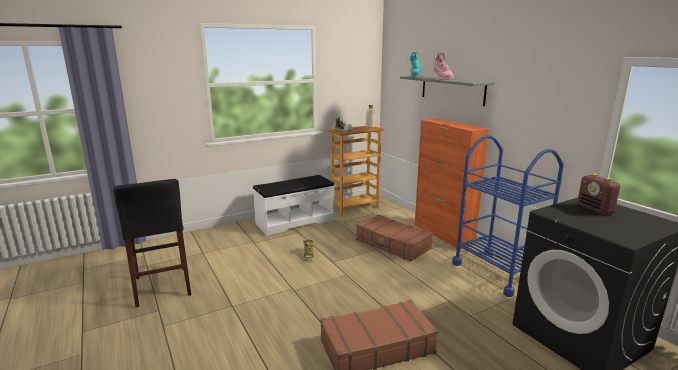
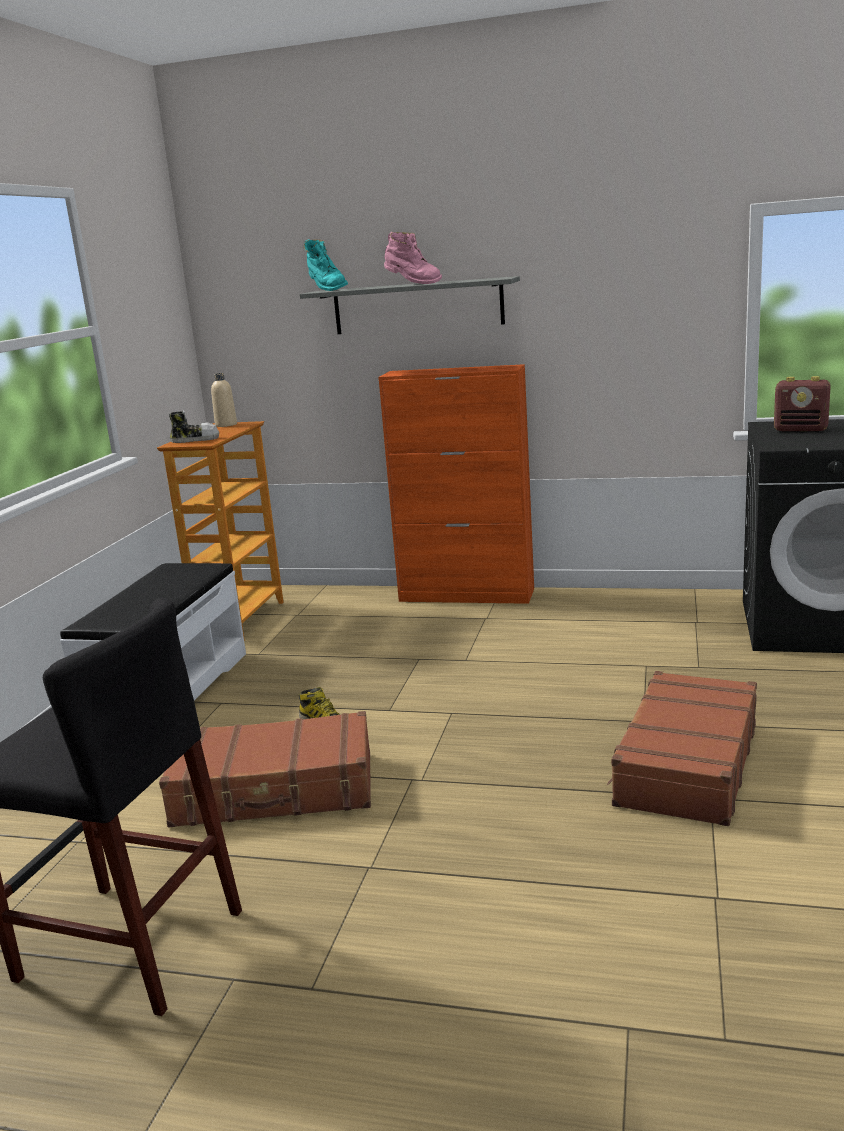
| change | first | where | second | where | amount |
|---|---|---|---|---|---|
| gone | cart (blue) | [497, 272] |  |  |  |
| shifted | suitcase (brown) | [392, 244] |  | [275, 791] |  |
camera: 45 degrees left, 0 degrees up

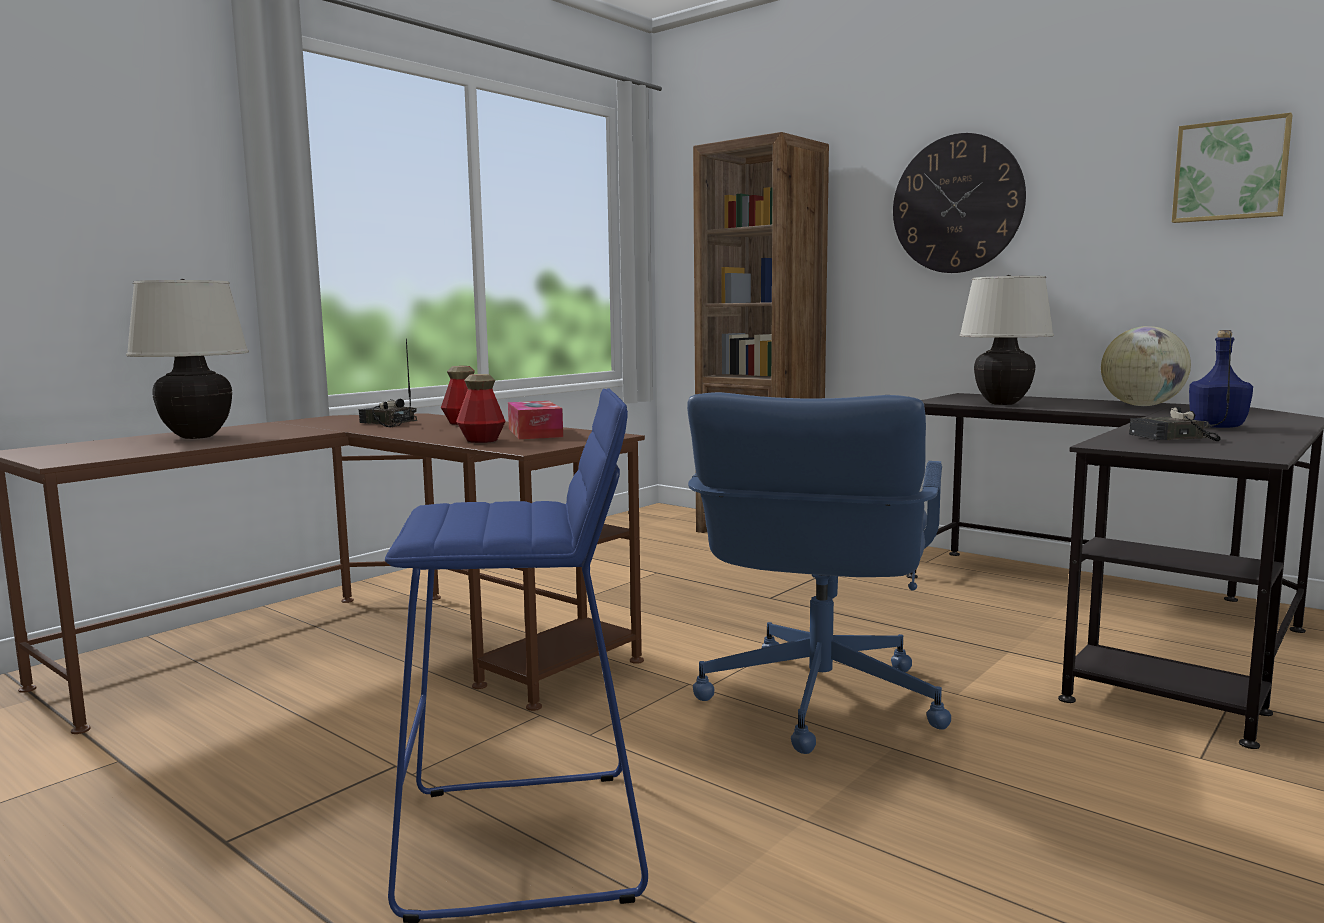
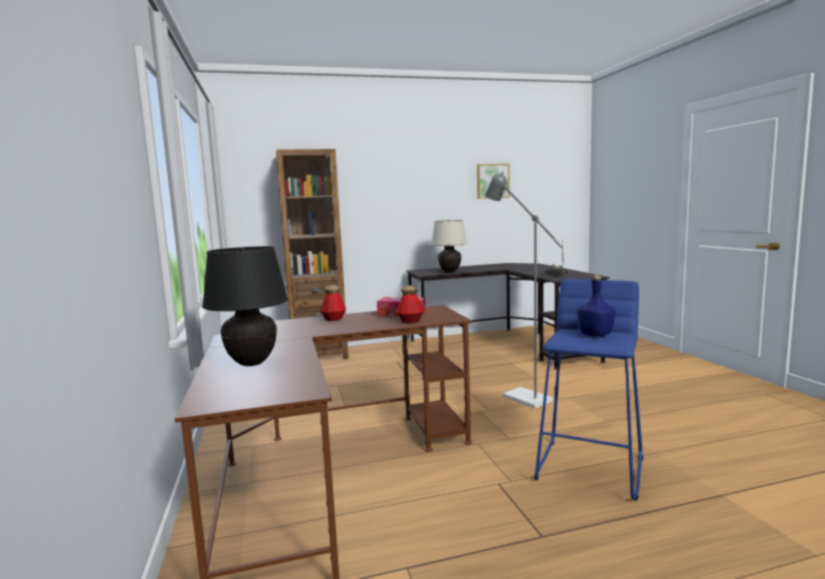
| change | first | where | second | where | amount |
|---|---|---|---|---|---|
| gone | radio | [387, 423] |  |  |  |
| gone | wall clock | [957, 204] |  |  |  |
| gone | globe | [1142, 405] |  |  |  |
| shifted | bottle (blue) | [1216, 427] |  | [595, 334] |  |
| swapped | office chair (blue) | [817, 700] | floor lamp (grey) | [520, 396] |  |
| repainted | table lamp (beige) | [198, 437] | table lamp (black) | [252, 363] |  |
camera: 55 degrees left, 0 degrees up

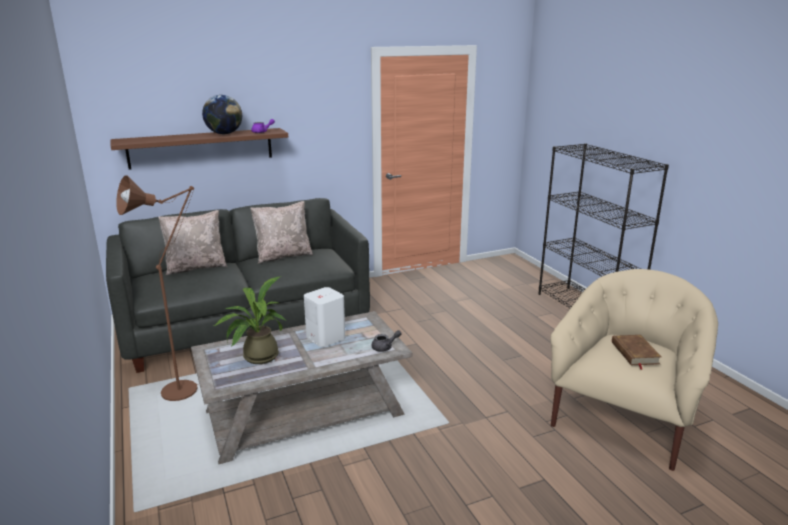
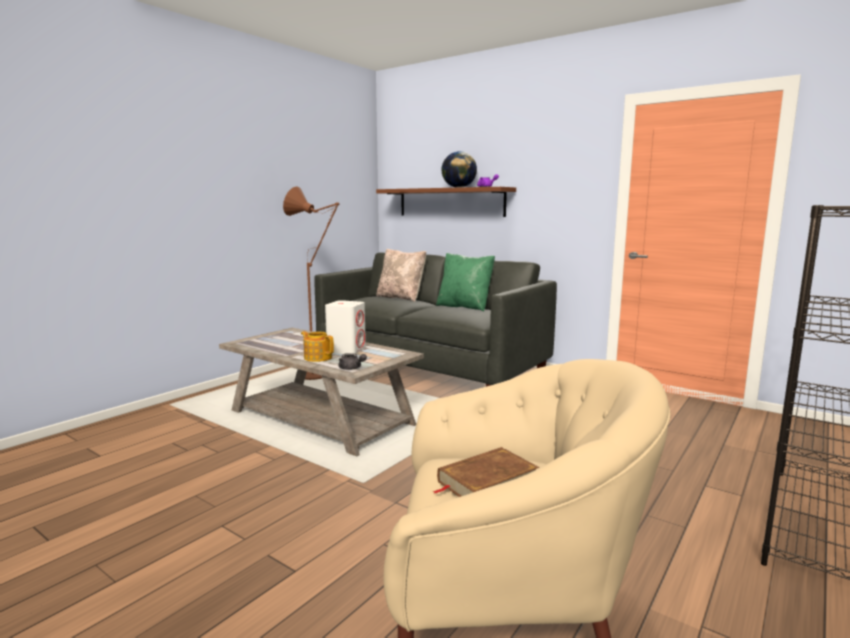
| change | first | where | second | where | amount |
|---|---|---|---|---|---|
| gone | potted plant | [256, 357] |  |  |  |
| new |  |  | teapot | [318, 357] |  |
| repainted | pillow (beige) | [283, 256] | pillow (green) | [464, 307] |  |
camera: 60 degrees right, 10 degrees down

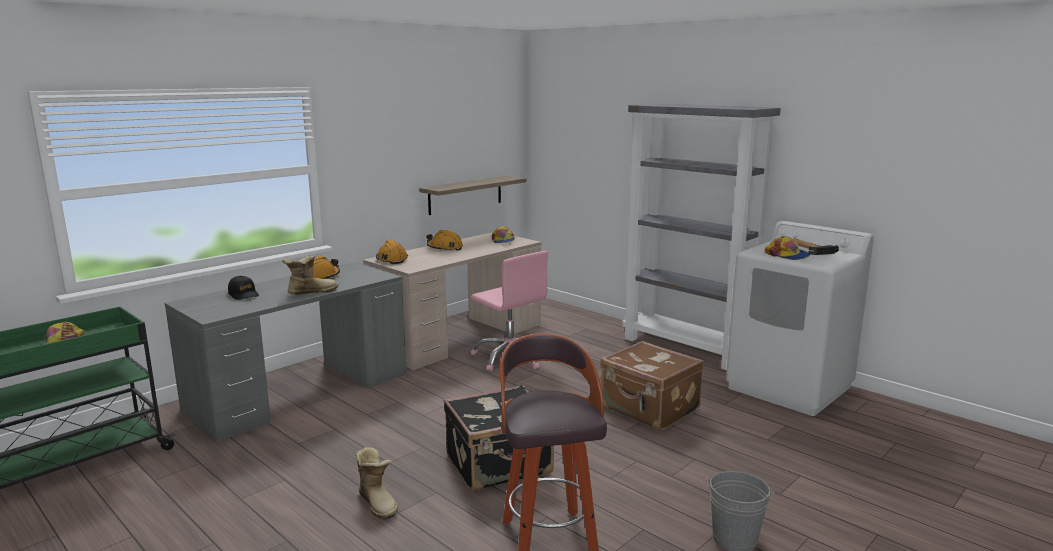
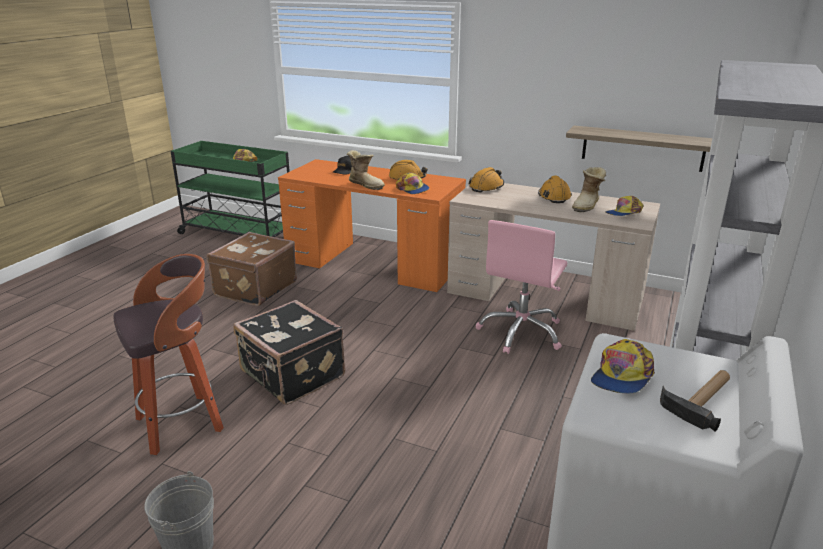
| change | first | where | second | where | amount |
|---|---|---|---|---|---|
| new |  |  | cap | [412, 189] |  |
| shifted | boot | [378, 502] |  | [587, 206] |  |
| shifted | suitcase (brown) | [649, 409] |  | [254, 288] |  |
| repainted | desk (grey) | [301, 391] | desk (orange) | [374, 263] |  |
camera: 70 degrees right, 10 degrees up

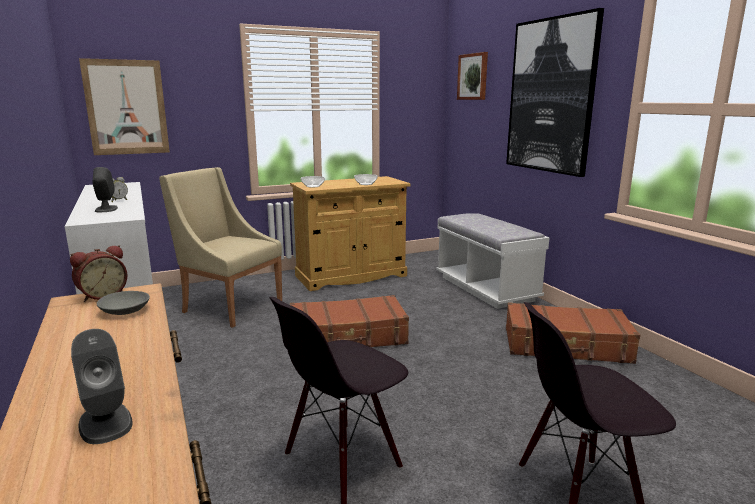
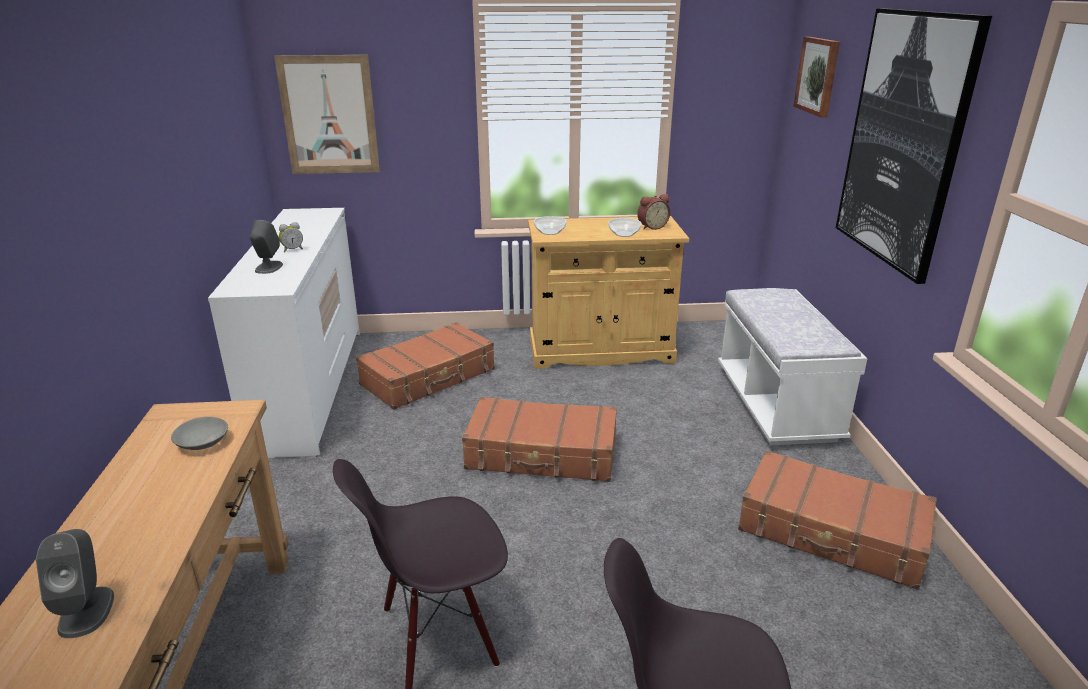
| change | first | where | second | where | amount |
|---|---|---|---|---|---|
| shifted | alarm clock | [102, 295] |  | [651, 227] |  |
| swapped | armchair (beige) | [229, 306] | suitcase (brown) | [429, 377] |  |
camera: 20 degrees right, 10 degrees up

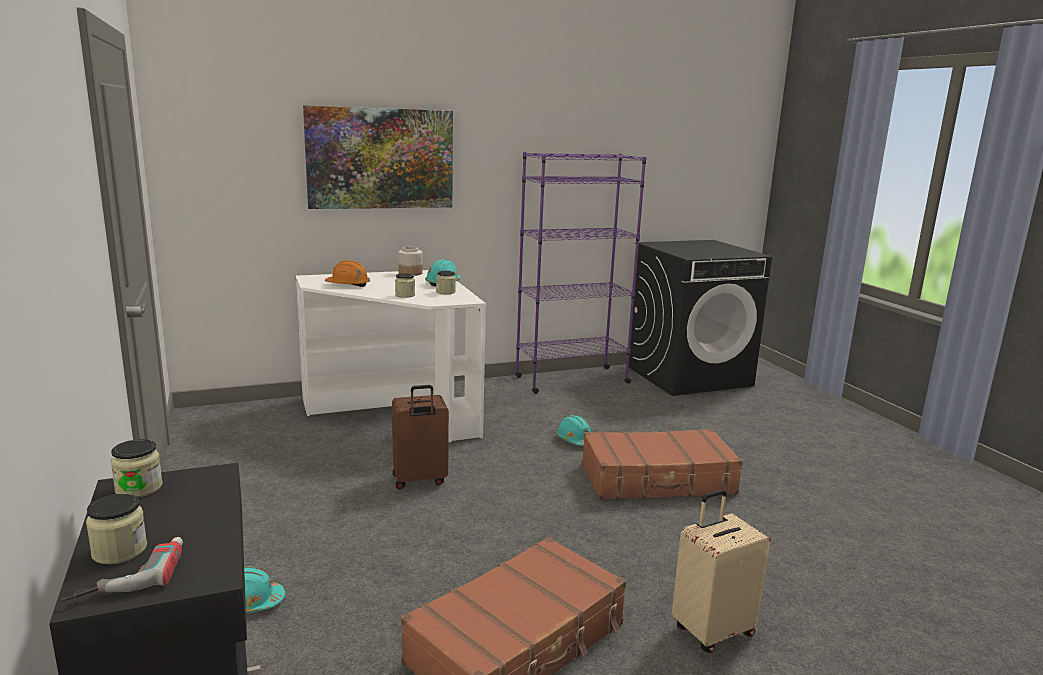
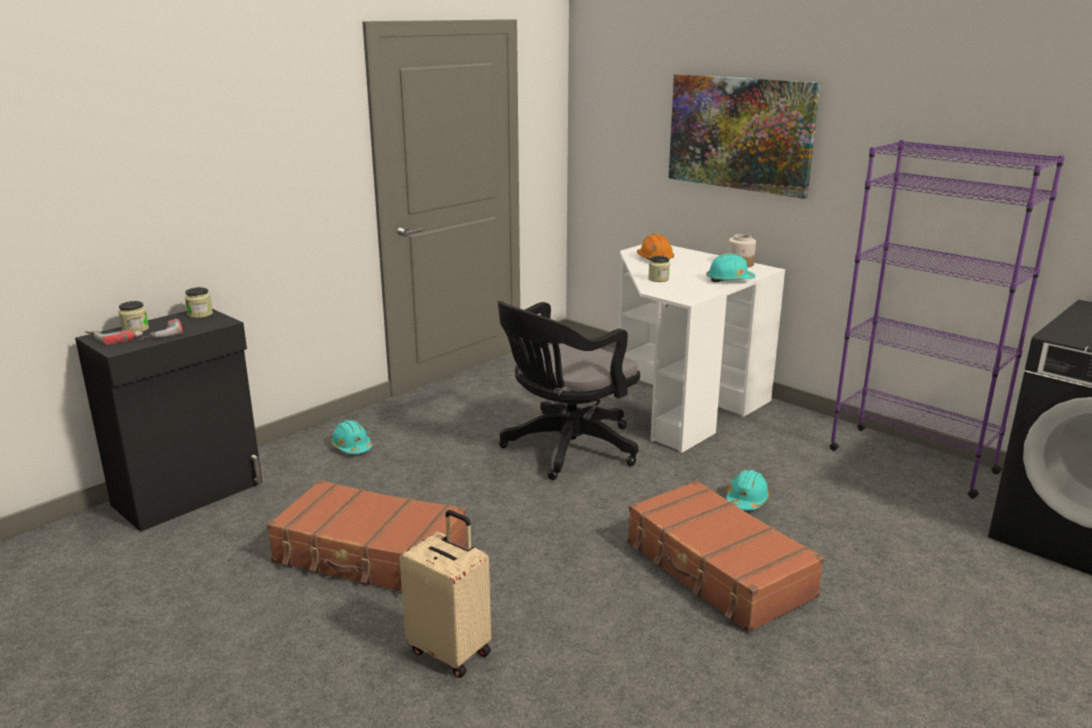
| change | first | where | second | where | amount |
|---|---|---|---|---|---|
| gone | jar | [445, 292] |  |  |  |
| new |  |  | power drill | [159, 333] |  |
| swapped | suitcase (brown) | [419, 480] | office chair (black) | [565, 449] |  |
camera: 65 degrees right, 5 degrees up

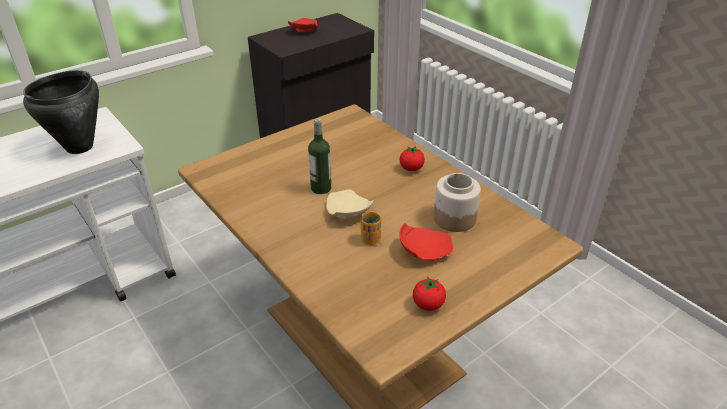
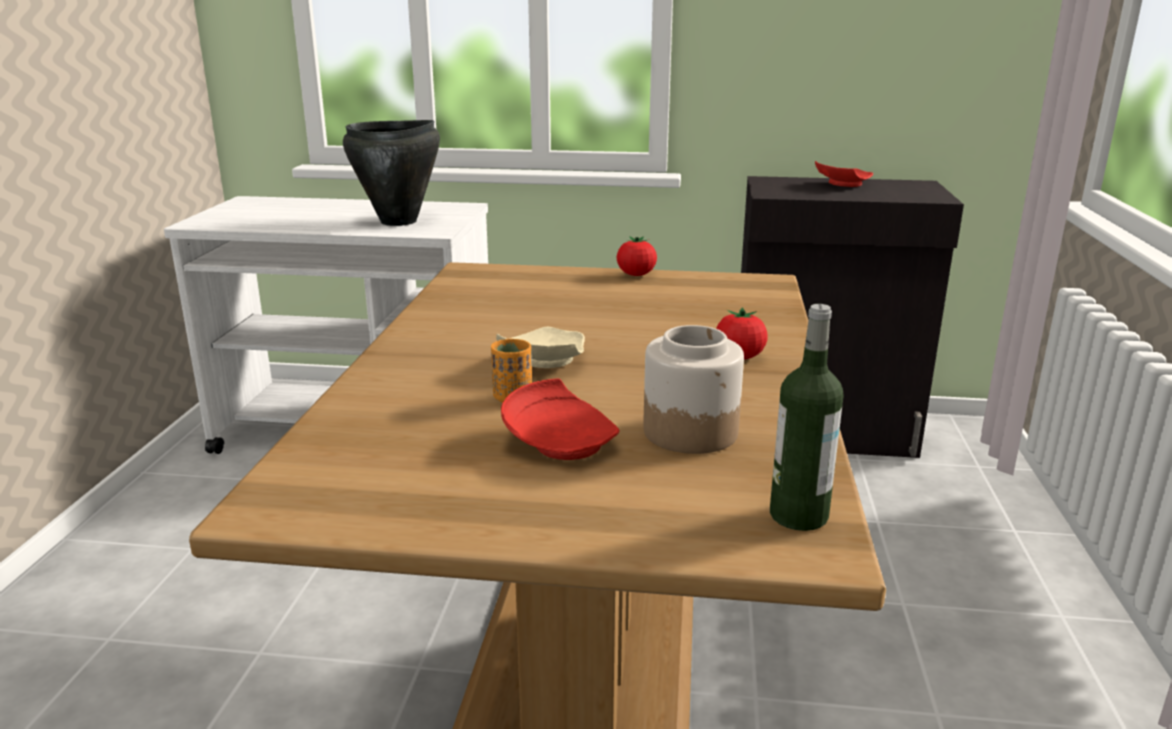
| change | first | where | second | where | amount |
|---|---|---|---|---|---|
| shifted | bottle | [321, 188] |  | [798, 515] |  |
| shifted | tomato | [428, 305] |  | [636, 275] |  |
camera: 45 degrees right, 15 degrees down

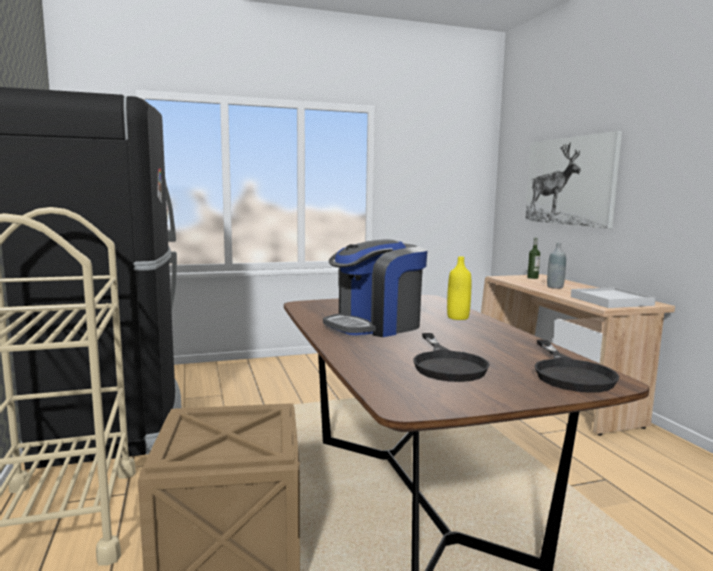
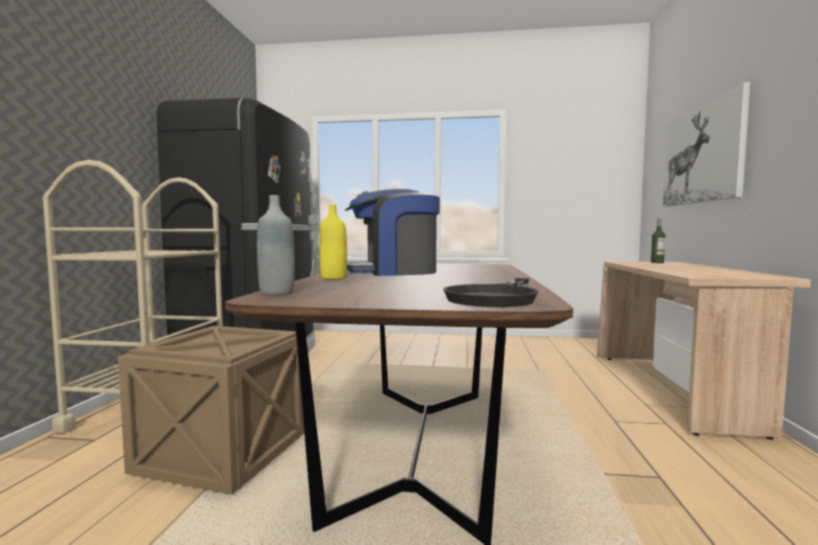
| change | first | where | second | where | amount |
|---|---|---|---|---|---|
| gone | frying pan (black) | [447, 364] |  |  |  |
| gone | tray (white) | [610, 301] |  |  |  |
| shifted | bottle (yellow) | [458, 317] |  | [333, 278] |  |
| shifted | bottle (grey) | [555, 287] |  | [276, 292] |  |
camera: 25 degrees right, 5 degrees down

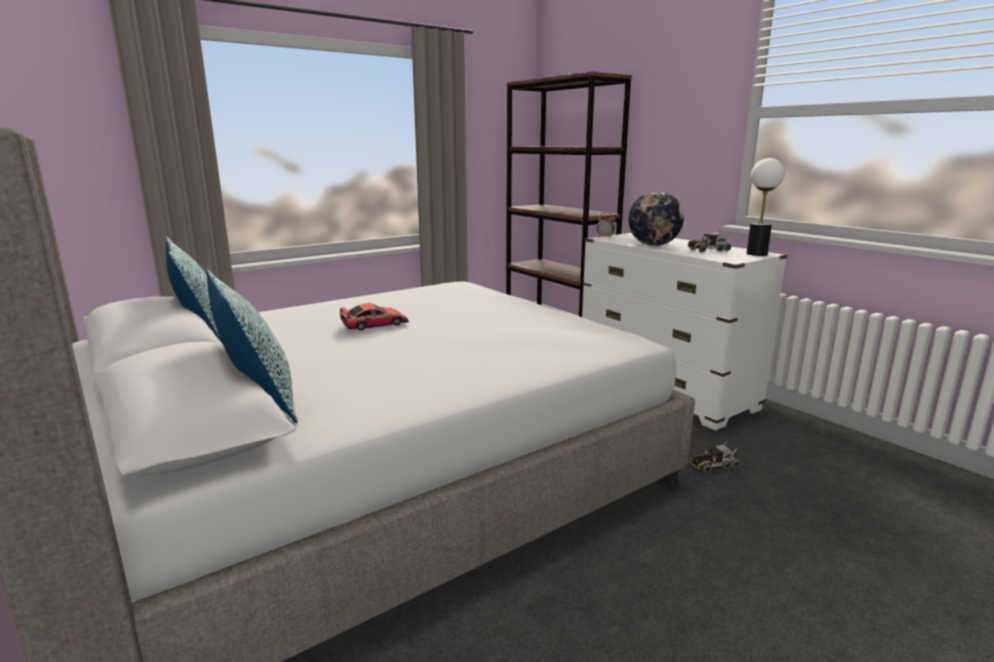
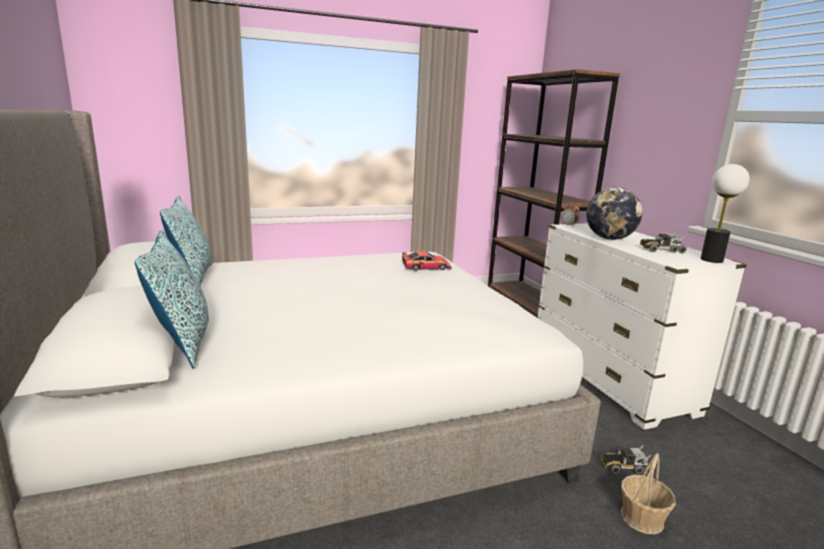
| change | first | where | second | where | amount |
|---|---|---|---|---|---|
| new |  |  | basket | [642, 518] |  |
| shifted | toy car | [375, 324] |  | [426, 267] |  |
camera: 15 degrees right, 0 degrees up

